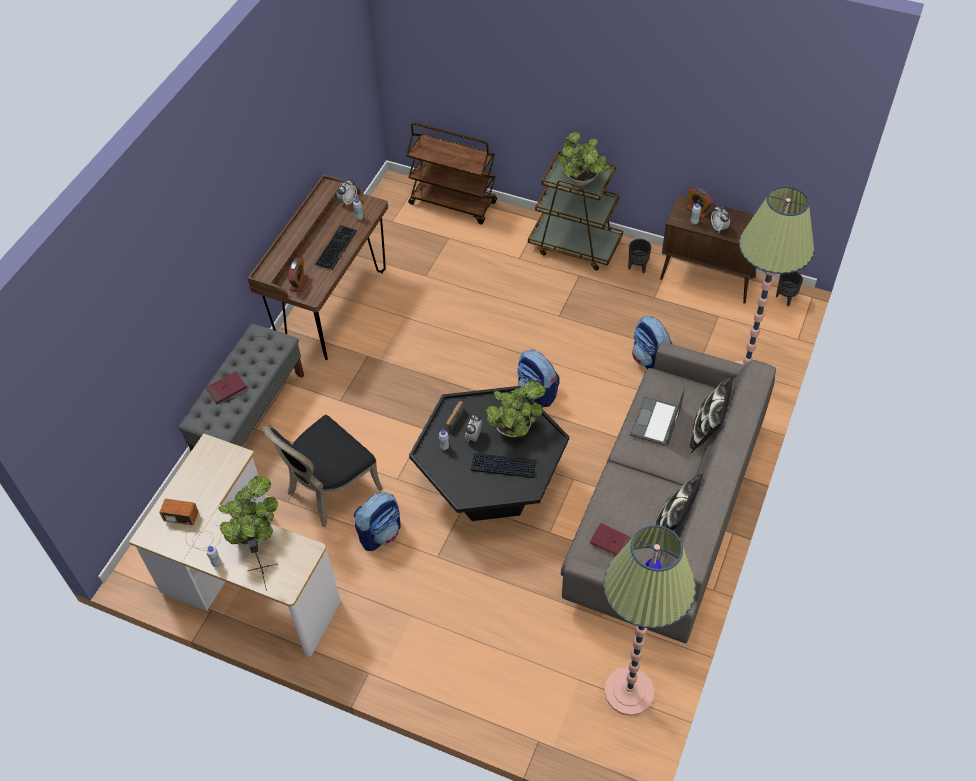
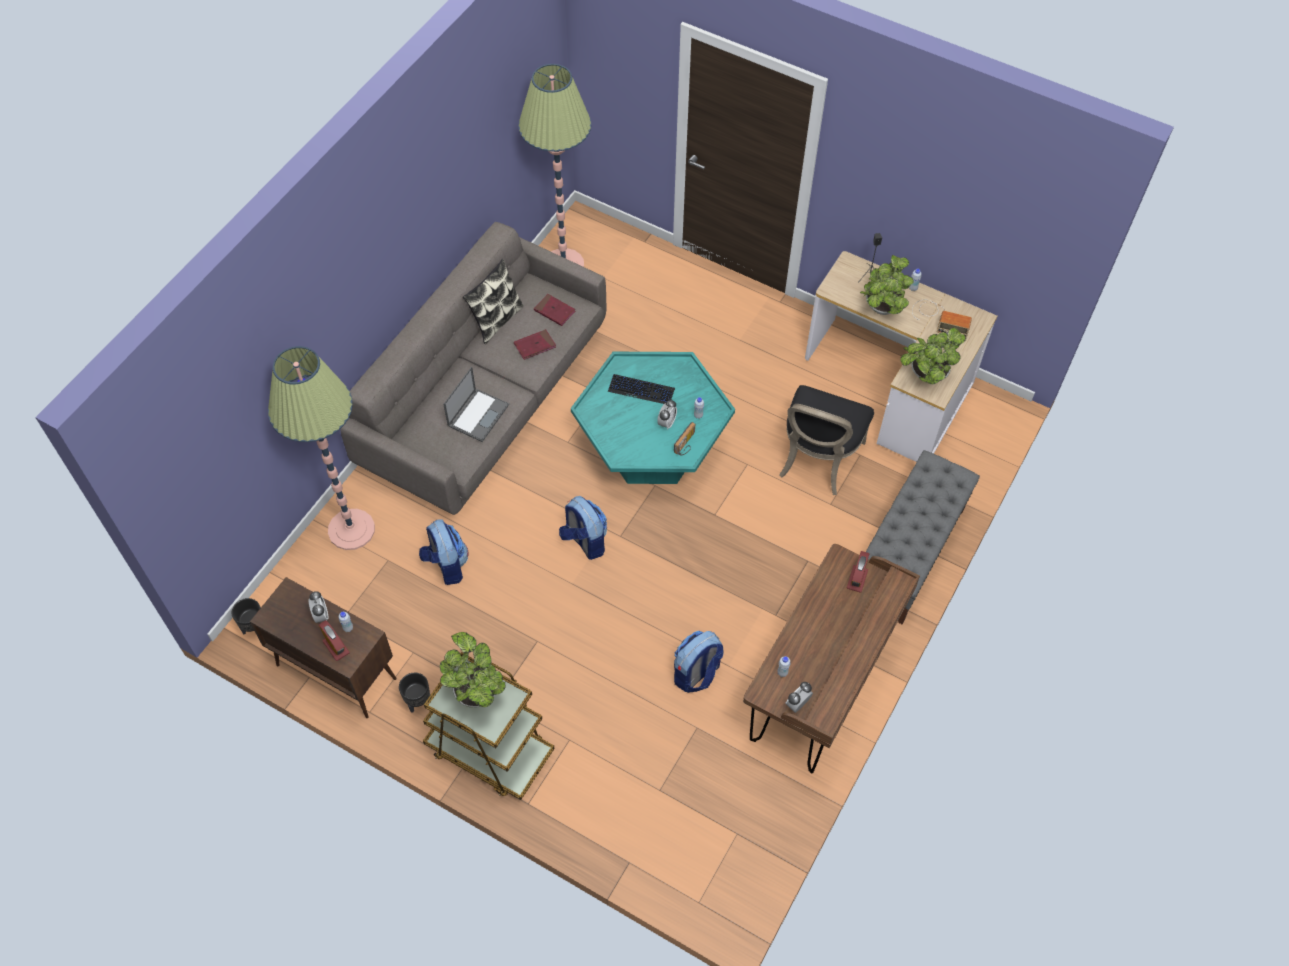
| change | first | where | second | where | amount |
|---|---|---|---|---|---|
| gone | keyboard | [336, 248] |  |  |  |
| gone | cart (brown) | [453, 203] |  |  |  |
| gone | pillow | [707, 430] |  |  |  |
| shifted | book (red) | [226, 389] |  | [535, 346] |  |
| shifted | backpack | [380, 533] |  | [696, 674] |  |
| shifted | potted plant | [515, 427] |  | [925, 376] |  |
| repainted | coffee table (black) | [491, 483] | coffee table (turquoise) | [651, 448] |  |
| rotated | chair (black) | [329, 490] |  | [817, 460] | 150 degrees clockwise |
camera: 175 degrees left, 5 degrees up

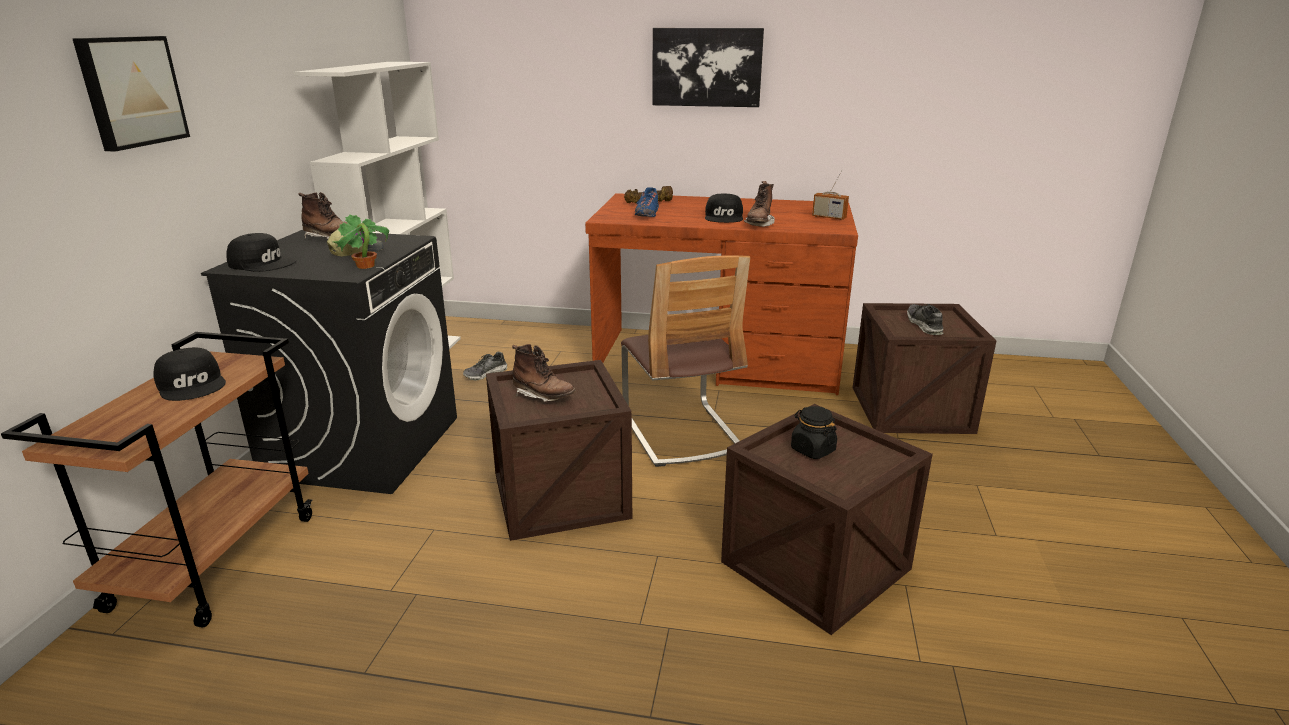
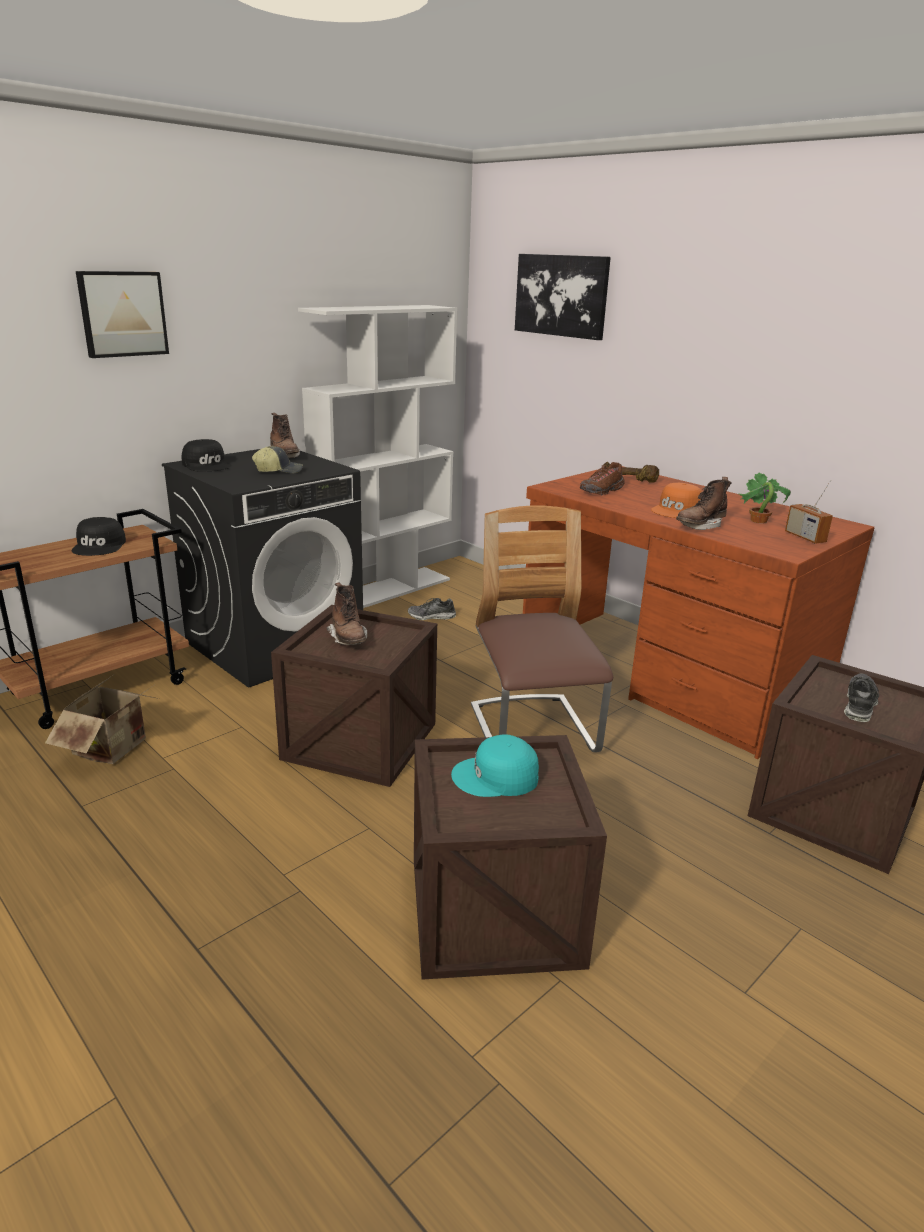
| change | first | where | second | where | amount |
|---|---|---|---|---|---|
| new |  |  | cardboard box | [116, 748] |  |
| shifted | potted plant | [365, 266] |  | [758, 521] |  |
| shifted | picture | [706, 67] |  | [561, 295] |  |
| swapped | jar (black) | [812, 450] | cap (turquoise) | [496, 777] |  |
| repainted | shoe (blue) | [647, 214] | shoe (brown) | [602, 491] |  |
| repainted | cap (black) | [724, 217] | cap (orange) | [678, 510] |  |
| rotated | chair | [681, 433] |  | [532, 731] | 150 degrees clockwise |
camera: 35 degrees right, 0 degrees up

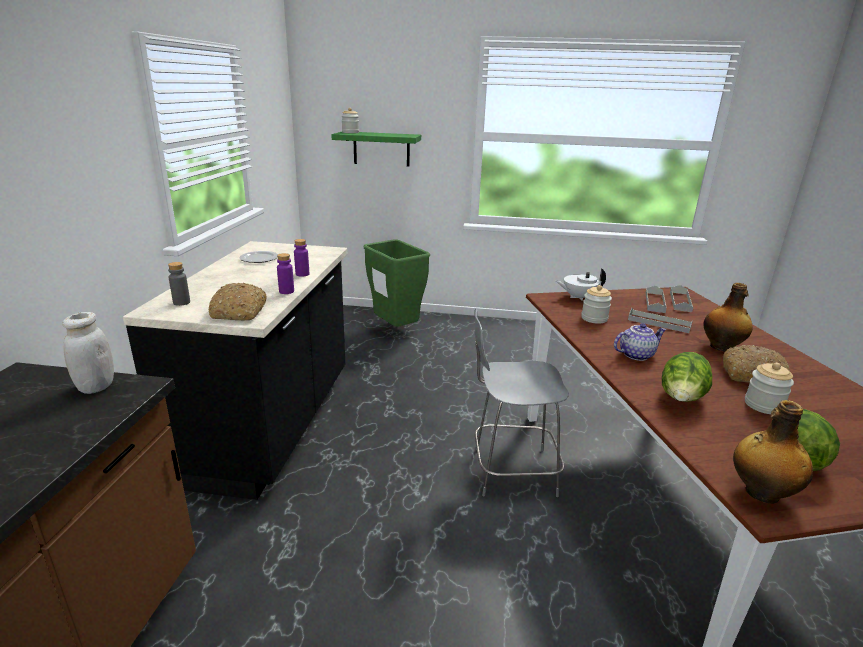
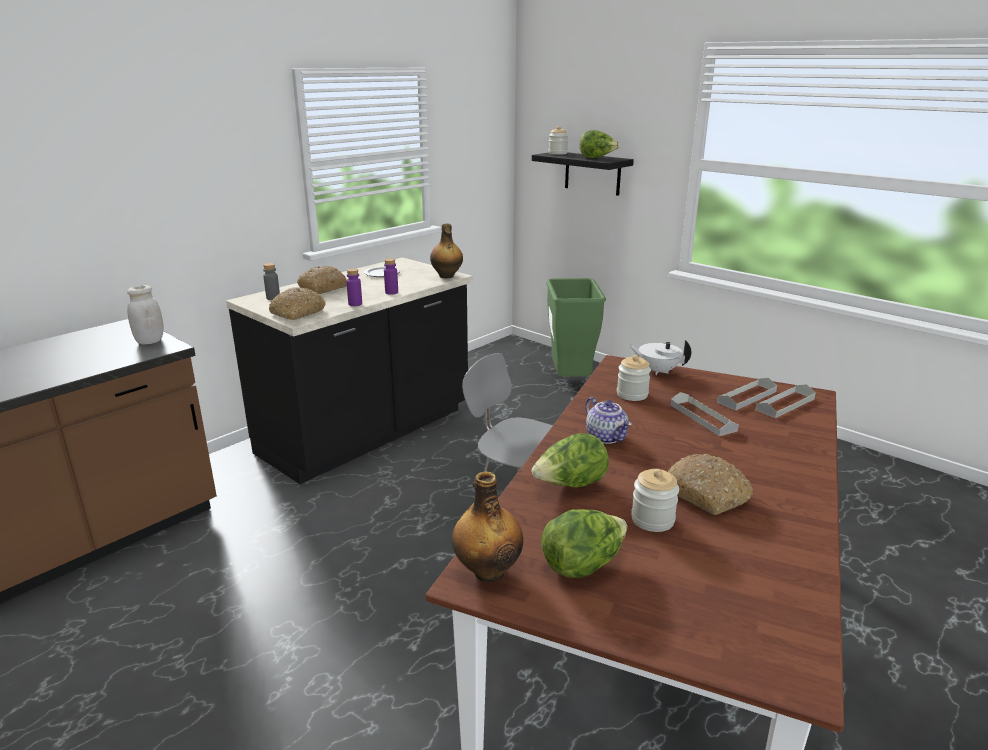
| change | first | where | second | where | amount |
|---|---|---|---|---|---|
| new |  |  | bread | [323, 288] |  |
| new |  |  | lettuce | [597, 158] |  |
| shifted | bottle | [721, 347] |  | [446, 276] |  |
| repainted | shelf (green) | [381, 149] | shelf (black) | [592, 173] |  |
| rotated | teapot | [636, 355] |  | [607, 437] | 45 degrees clockwise |
camera: 35 degrees right, 0 degrees up

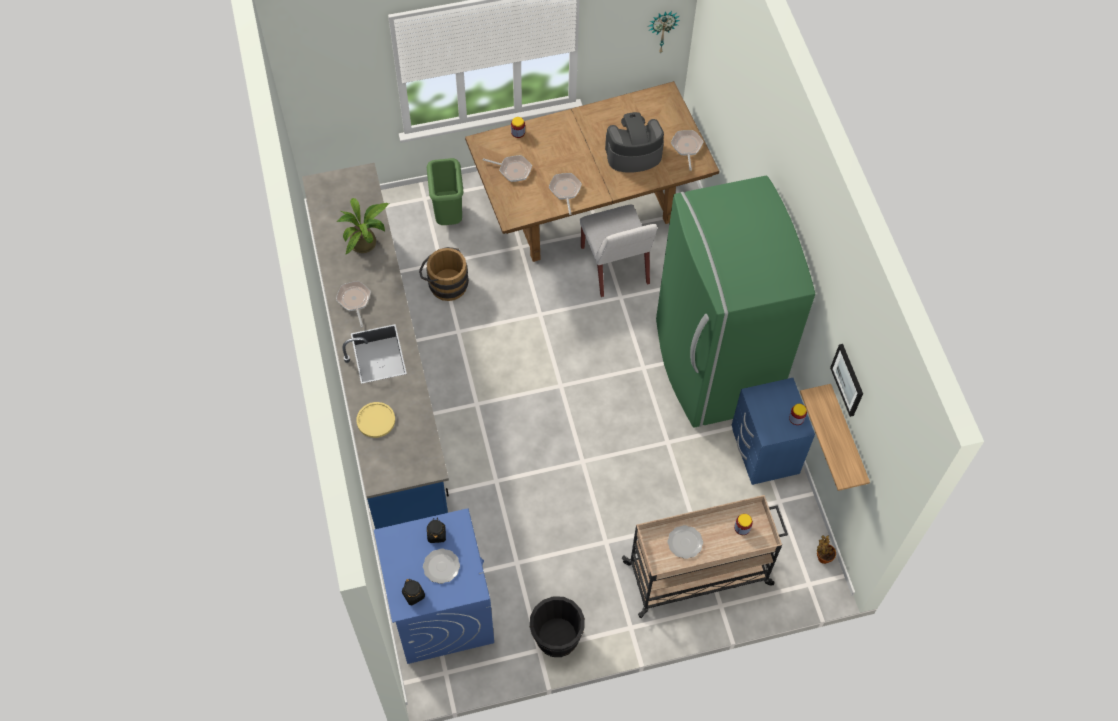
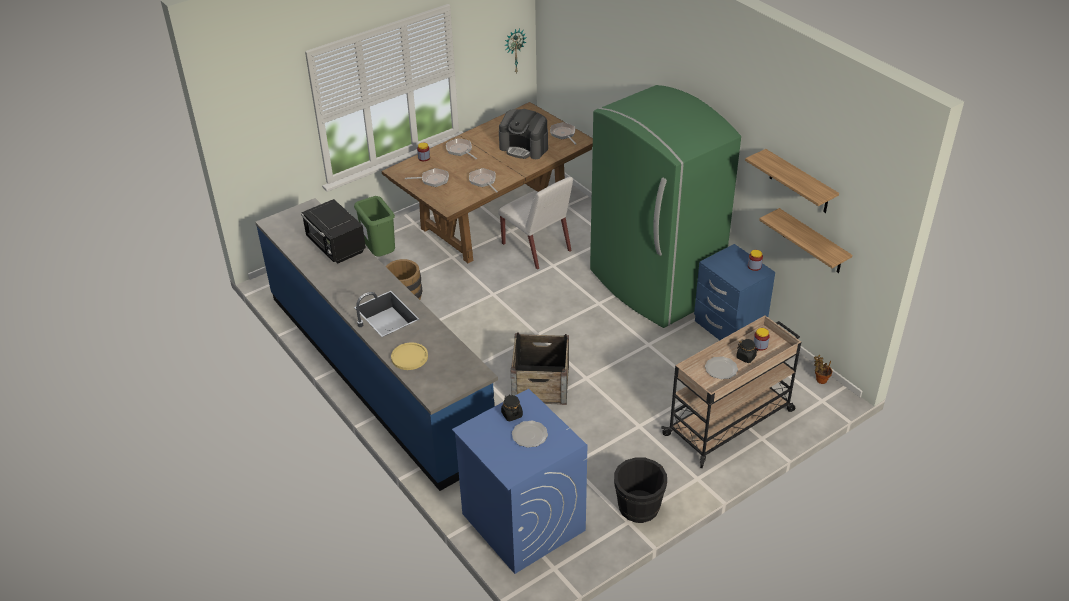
| change | first | where | second | where | amount |
|---|---|---|---|---|---|
| new |  |  | crate | [540, 384] |  |
| shifted | frying pan | [354, 301] |  | [460, 150] |  |
| shifted | jar (black) | [414, 595] |  | [746, 357] |  |
| swapped | potted plant | [366, 242] | microwave (black) | [336, 247] |  |
| swapped | picture | [848, 380] | shelf | [799, 182] |  |
| rotated | coffee machine | [633, 154] |  | [524, 148] | 120 degrees counterclockwise |
camera: 20 degrees left, 20 degrees down

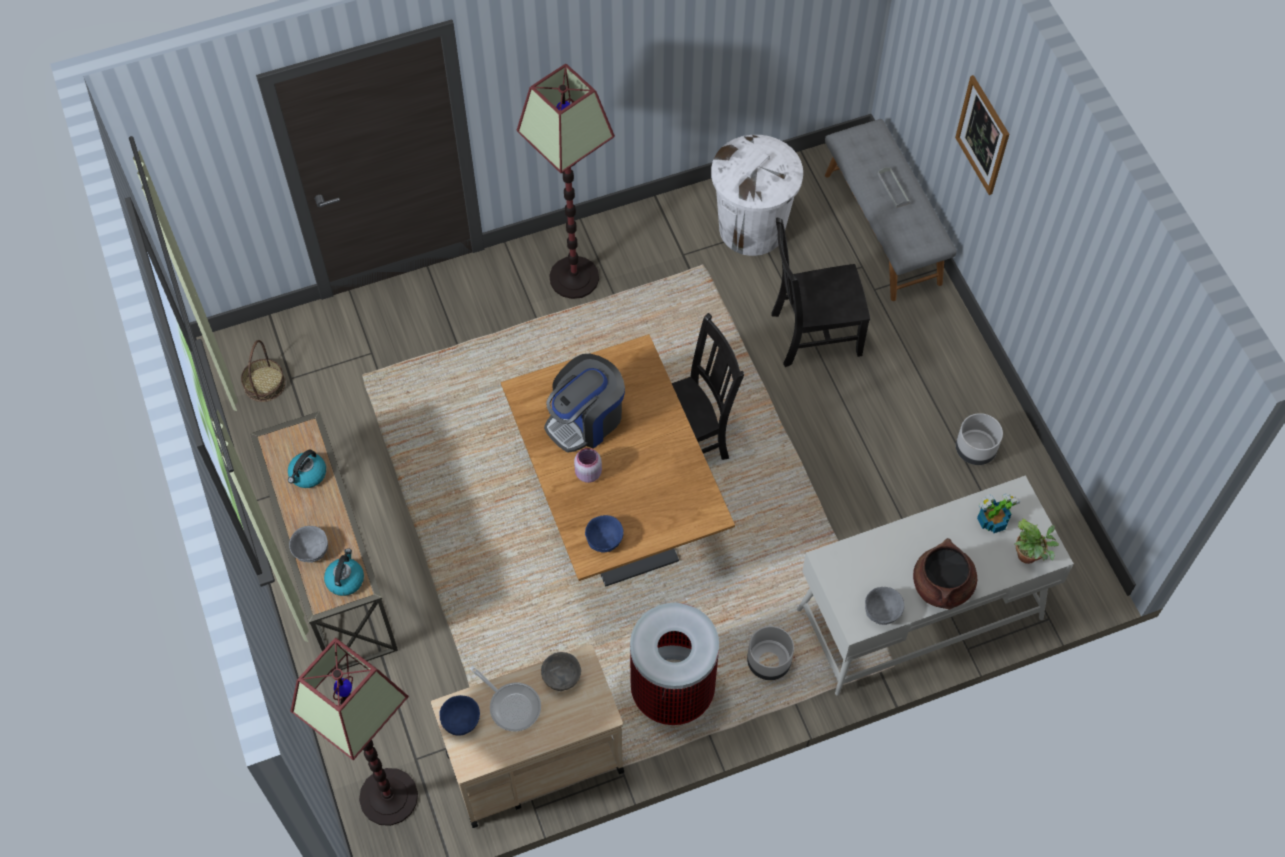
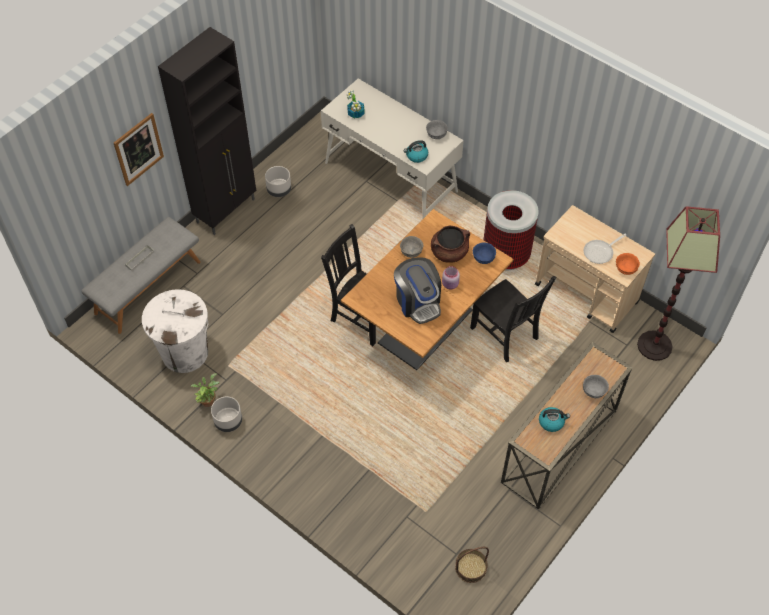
| change | first | where | second | where | amount |
|---|---|---|---|---|---|
| gone | floor lamp | [574, 277] |  |  |  |
| new |  |  | cabinet (black) | [227, 210] |  |
| shifted | kettle | [345, 579] |  | [416, 156] |  |
| shifted | bowl (grey) | [561, 677] |  | [411, 252] |  |
| shifted | planter (grey) | [769, 662] |  | [228, 421] |  |
| shifted | chair (black) | [812, 334] |  | [505, 335] |  |
| shifted | cooking pot (brown) | [942, 586] |  | [449, 252] |  |
| shifted | potted plant | [1029, 556] |  | [208, 400] |  |
| repainted | bowl (blue) | [461, 721] | bowl (orange) | [626, 268] |  |
| rotated | frying pan | [512, 705] |  | [600, 252] | 135 degrees counterclockwise |
| rotated | coffee machine | [586, 419] |  | [418, 302] | 45 degrees clockwise |
camera: 120 degrees left, 5 degrees down

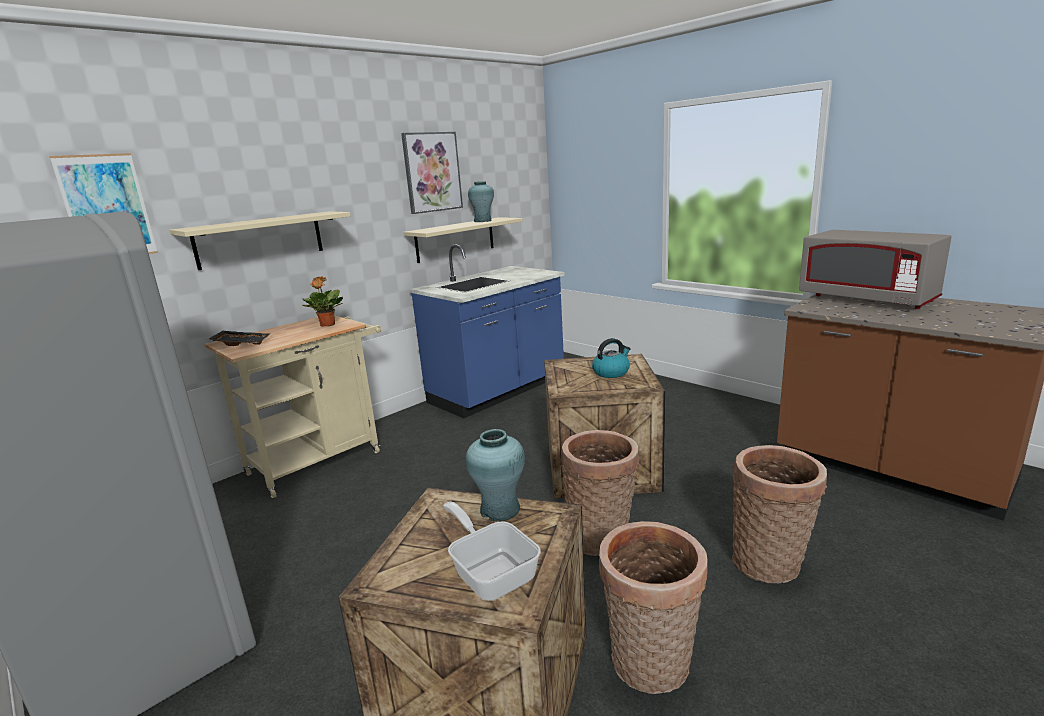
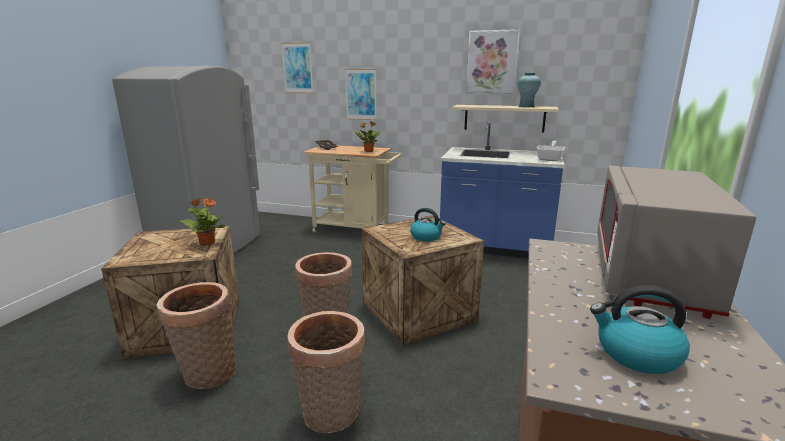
| change | first | where | second | where | amount |
|---|---|---|---|---|---|
| new |  |  | kettle | [636, 354] |  |
| shifted | frying pan | [491, 572] |  | [550, 159] |  |
| swapped | shelf (beige) | [260, 239] | picture | [361, 94] |  |
| swapped | vase (turquoise) | [500, 510] | potted plant | [207, 243] |  |
camera: 60 degrees right, 0 degrees up

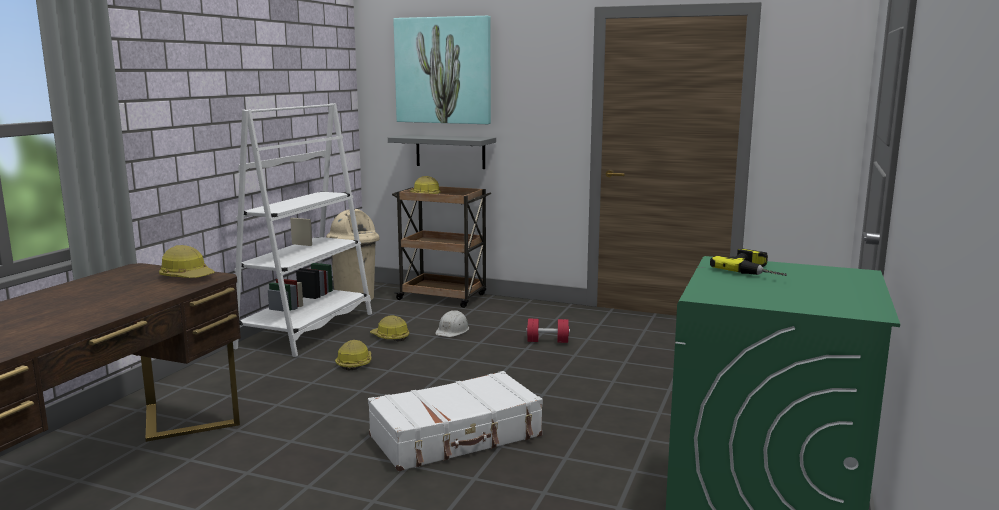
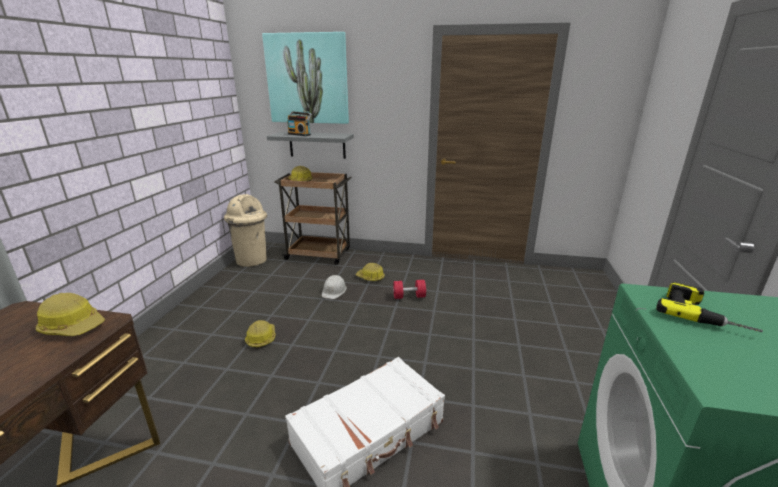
| change | first | where | second | where | amount |
|---|---|---|---|---|---|
| gone | bookcase (white) | [307, 330] |  |  |  |
| new |  |  | radio | [300, 134] |  |
| shifted | hard hat | [390, 337] |  | [370, 277] |  |
camera: 10 degrees left, 10 degrees up

